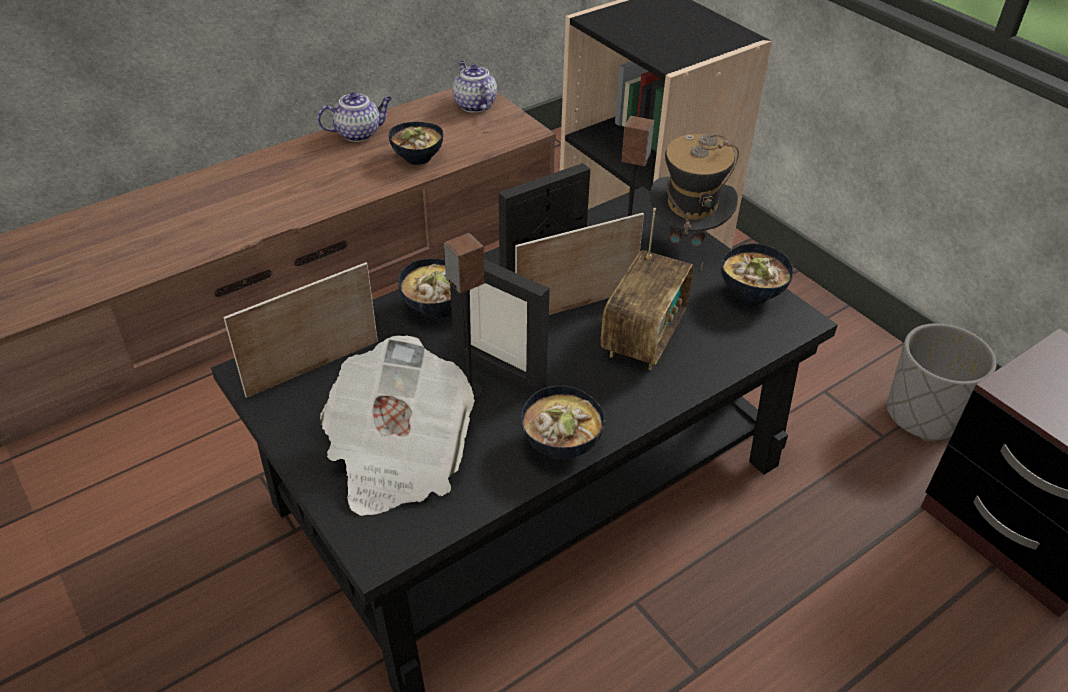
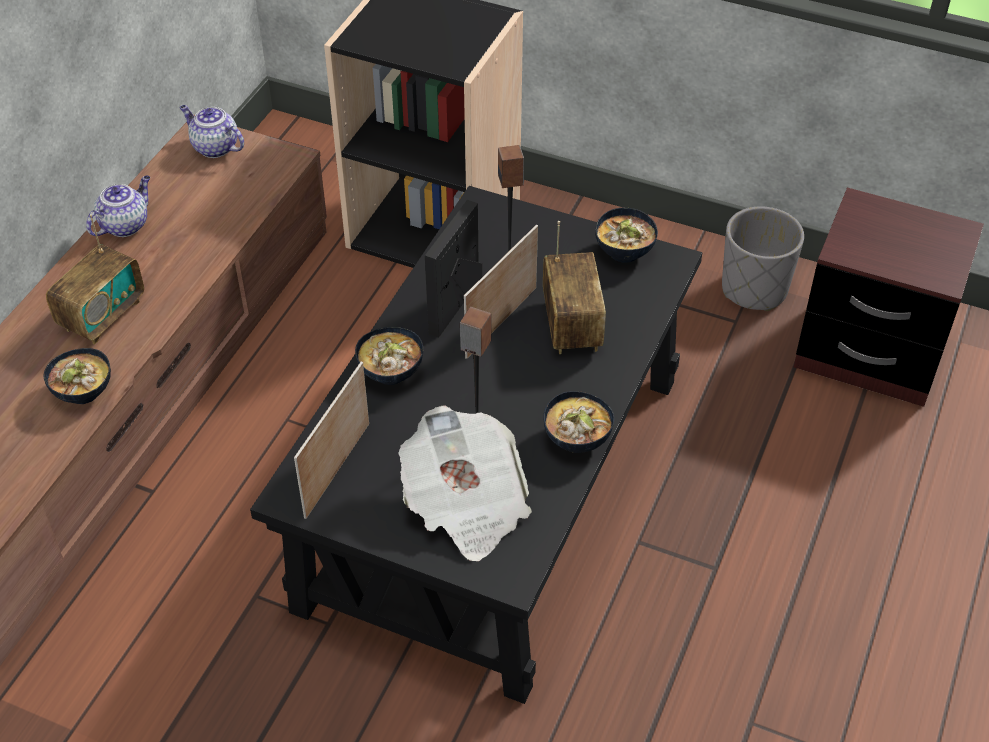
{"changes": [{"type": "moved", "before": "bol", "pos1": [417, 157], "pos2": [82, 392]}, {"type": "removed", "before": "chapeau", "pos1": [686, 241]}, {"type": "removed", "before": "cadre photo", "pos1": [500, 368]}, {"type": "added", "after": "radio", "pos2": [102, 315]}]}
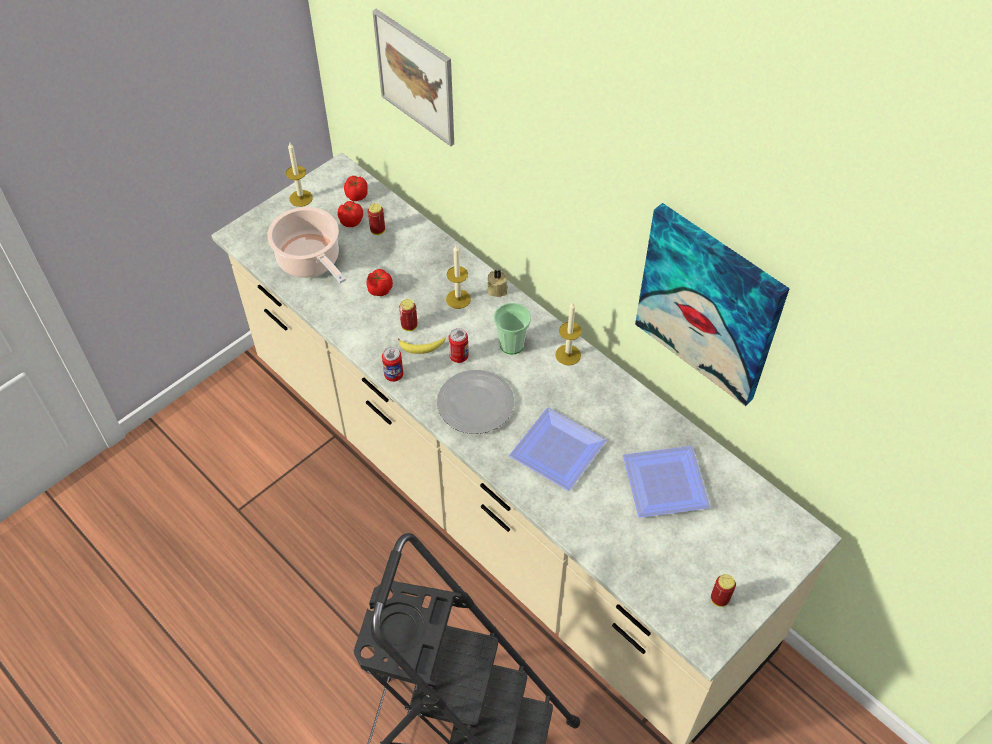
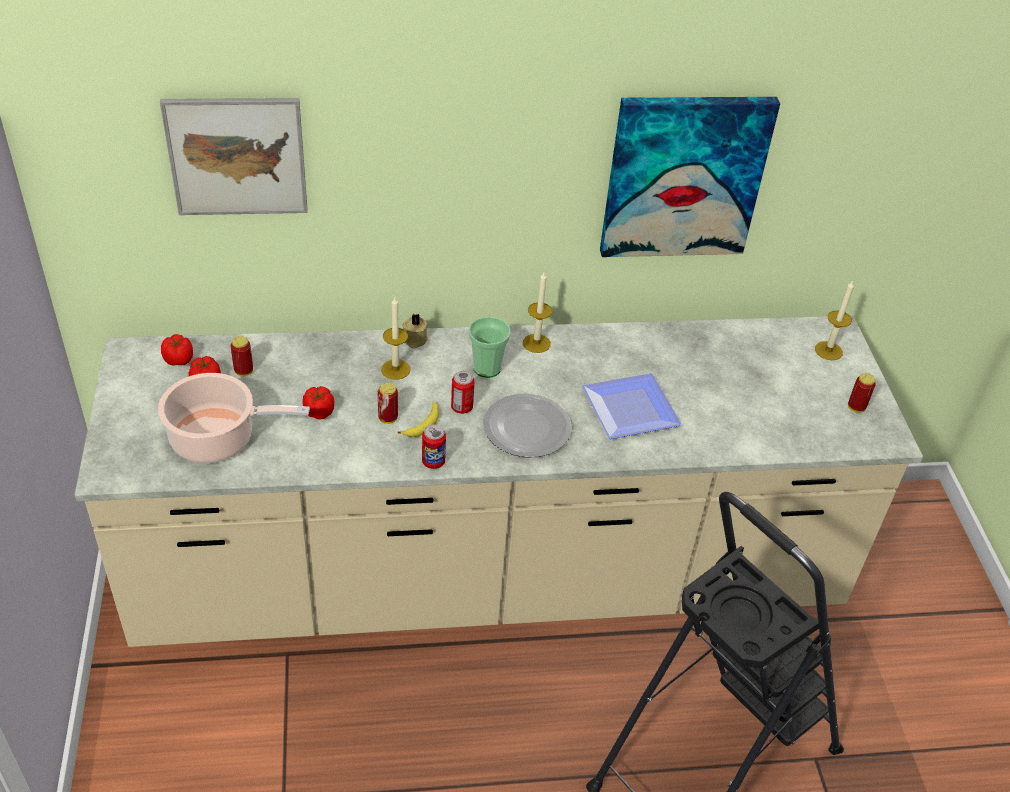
{"changes": [{"type": "moved", "before": "bougie", "pos1": [301, 198], "pos2": [828, 350]}, {"type": "removed", "before": "assiette", "pos1": [663, 486]}]}
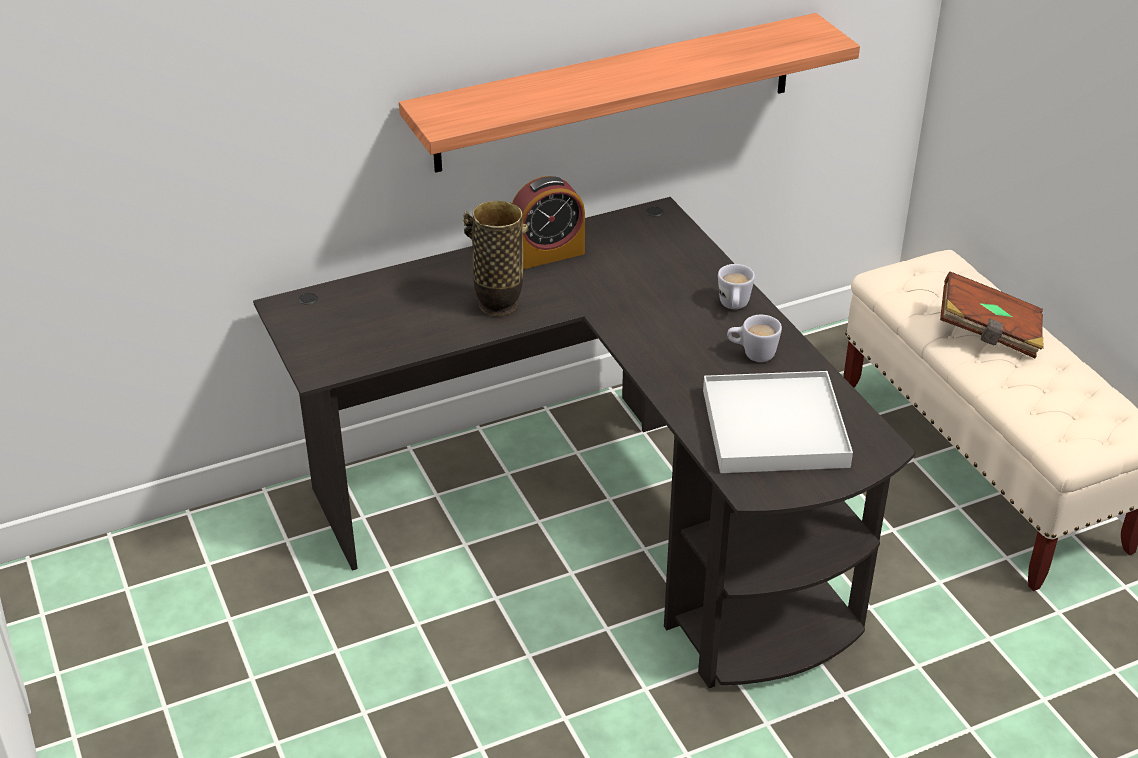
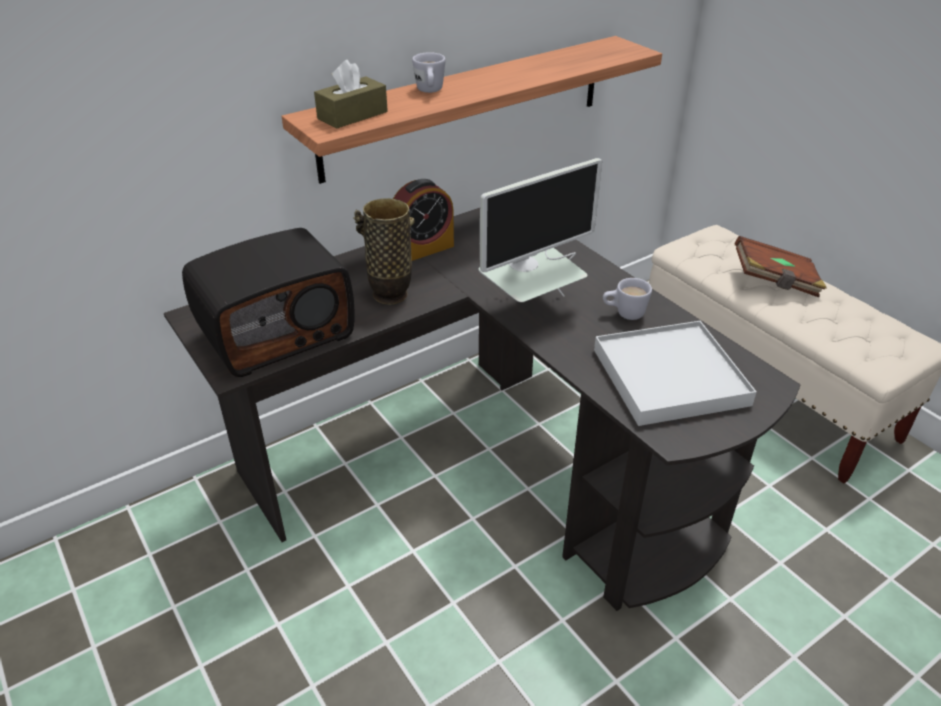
{"changes": [{"type": "moved", "before": "mug (blanc)", "pos1": [734, 307], "pos2": [430, 91]}, {"type": "added", "after": "boîte à mouchoirs (marron)", "pos2": [352, 115]}, {"type": "added", "after": "écran d'ordinateur", "pos2": [530, 309]}, {"type": "added", "after": "radio", "pos2": [277, 332]}]}
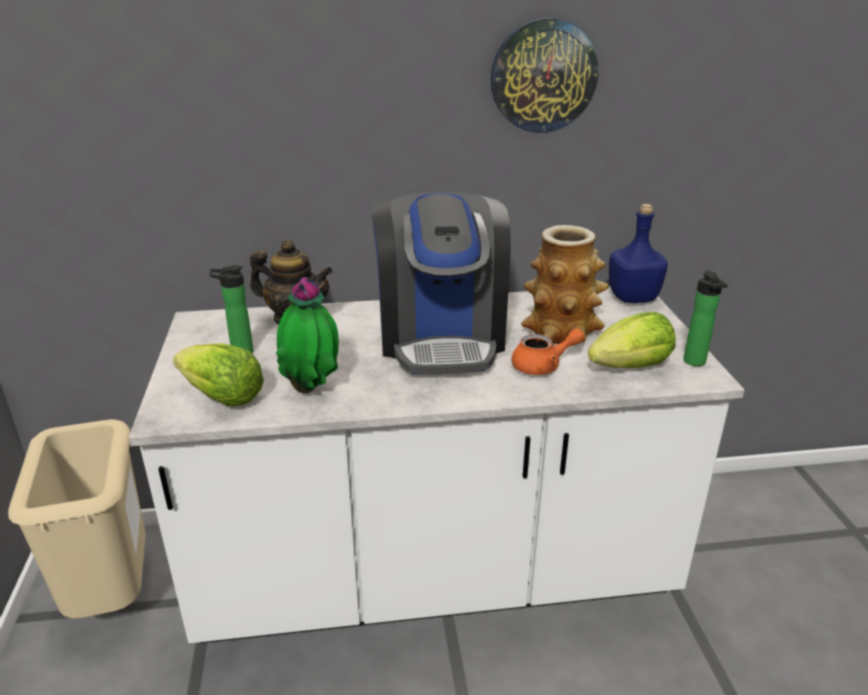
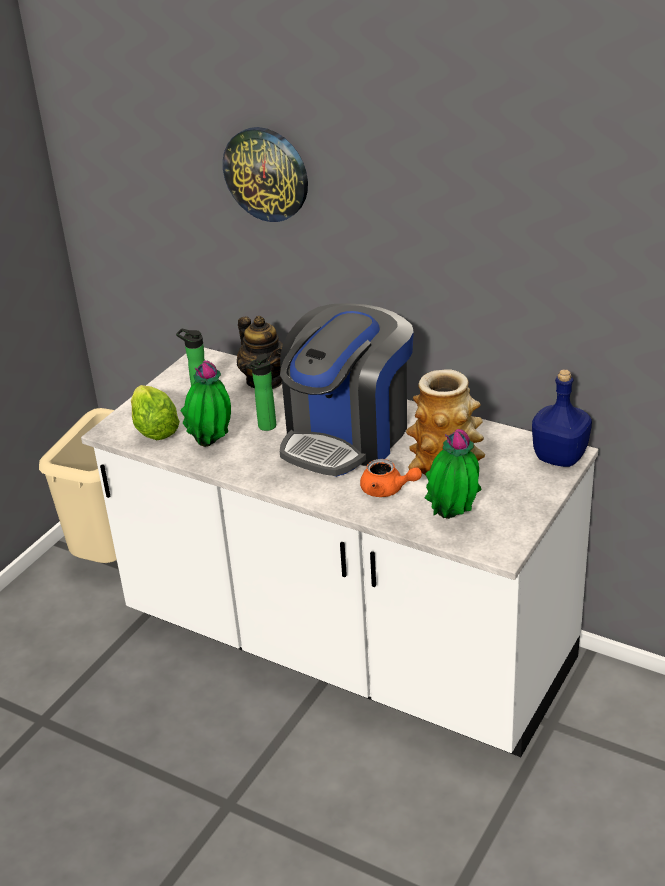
{"changes": [{"type": "moved", "before": "horloge murale", "pos1": [543, 76], "pos2": [266, 174]}, {"type": "moved", "before": "bouteille", "pos1": [696, 363], "pos2": [265, 427]}, {"type": "replaced", "before": "laitue", "after": "plante en pot", "pos1": [631, 367], "pos2": [453, 518]}]}
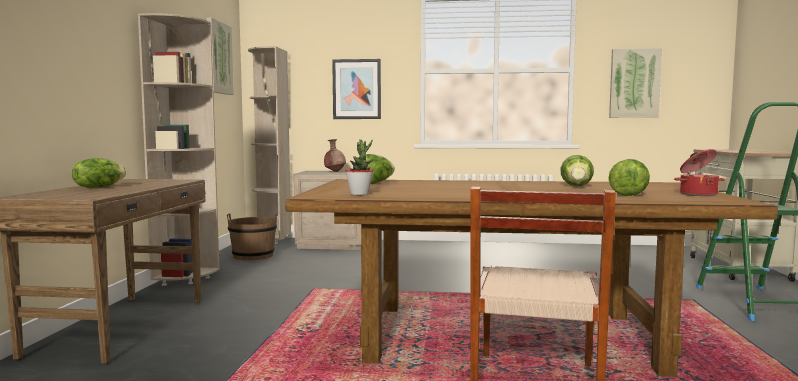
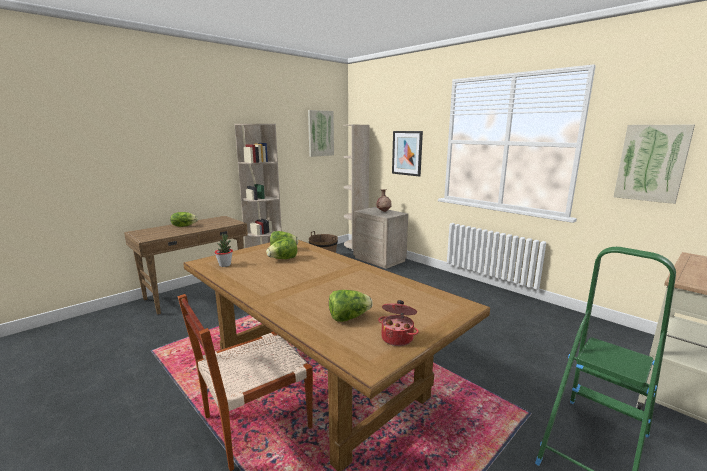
{"changes": [{"type": "moved", "before": "laitue", "pos1": [577, 186], "pos2": [283, 259]}]}
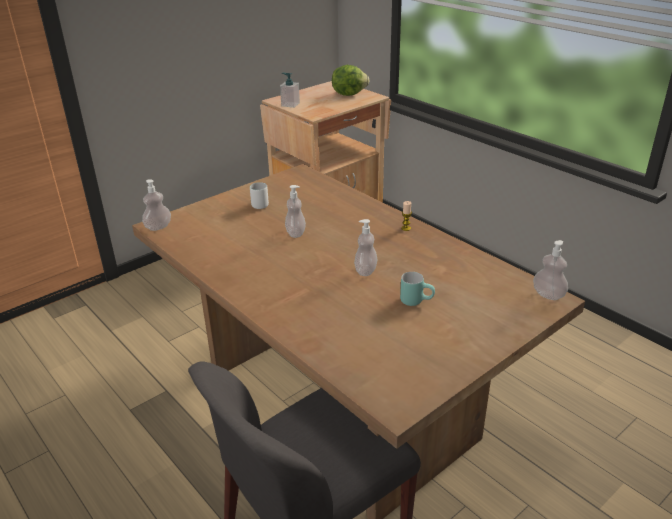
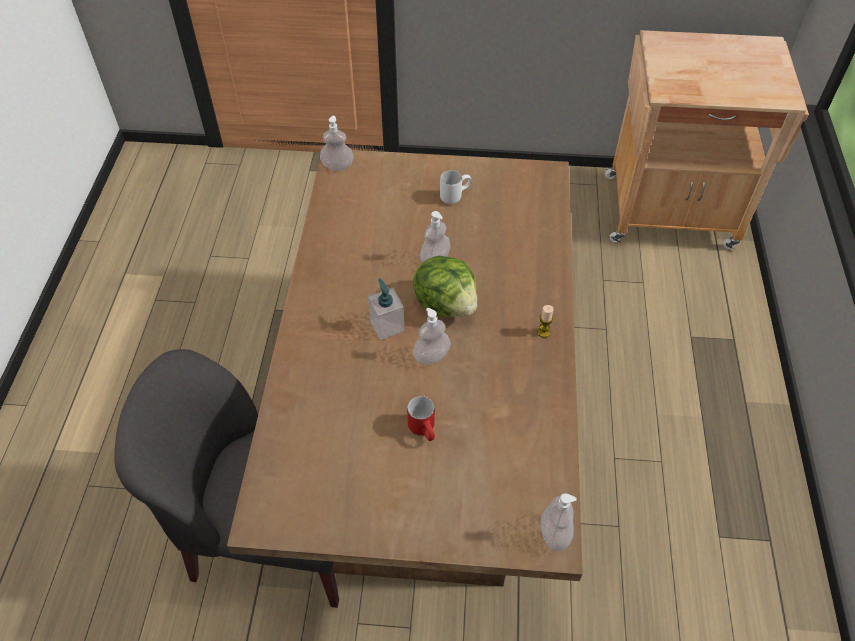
{"changes": [{"type": "moved", "before": "laitue", "pos1": [349, 94], "pos2": [446, 304]}, {"type": "moved", "before": "distributeur de savon", "pos1": [290, 104], "pos2": [387, 326]}, {"type": "recoloured", "before": "mug (turquoise)", "after": "mug (rouge)", "pos1": [416, 301], "pos2": [425, 429]}]}
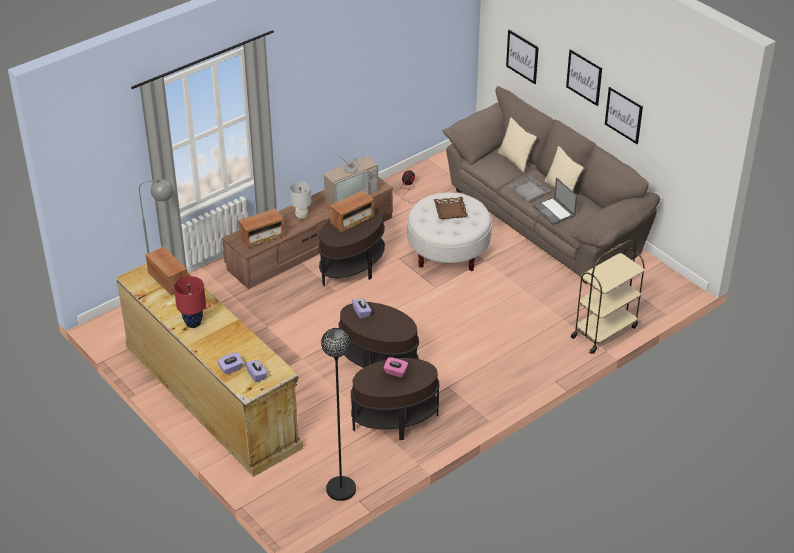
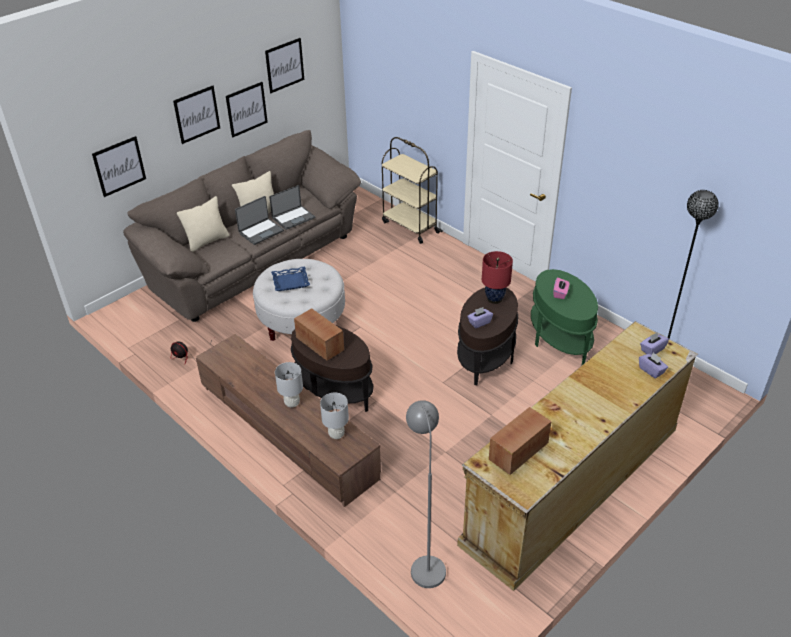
{"changes": [{"type": "removed", "before": "téléviseur", "pos1": [349, 192]}, {"type": "replaced", "before": "plateau (gris)", "after": "ordinateur portable", "pos1": [529, 191], "pos2": [261, 232]}, {"type": "recoloured", "before": "plateau (marron)", "after": "plateau (bleu)", "pos1": [451, 210], "pos2": [290, 281]}, {"type": "replaced", "before": "radio", "after": "lampe de table (gris)", "pos1": [262, 237], "pos2": [336, 435]}, {"type": "moved", "before": "lampe de table (rouge)", "pos1": [193, 323], "pos2": [494, 299]}, {"type": "recoloured", "before": "table d'appoint (marron)", "after": "table d'appoint (vert)", "pos1": [395, 421], "pos2": [559, 339]}, {"type": "added", "after": "tableau", "pos2": [284, 65]}]}
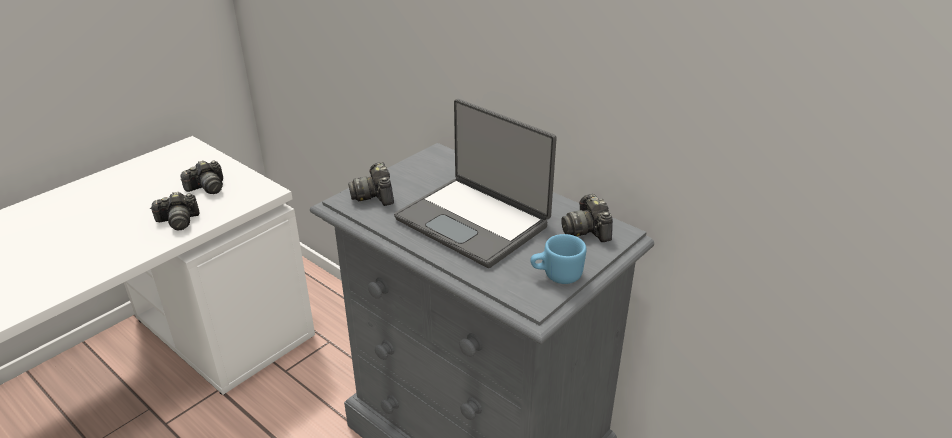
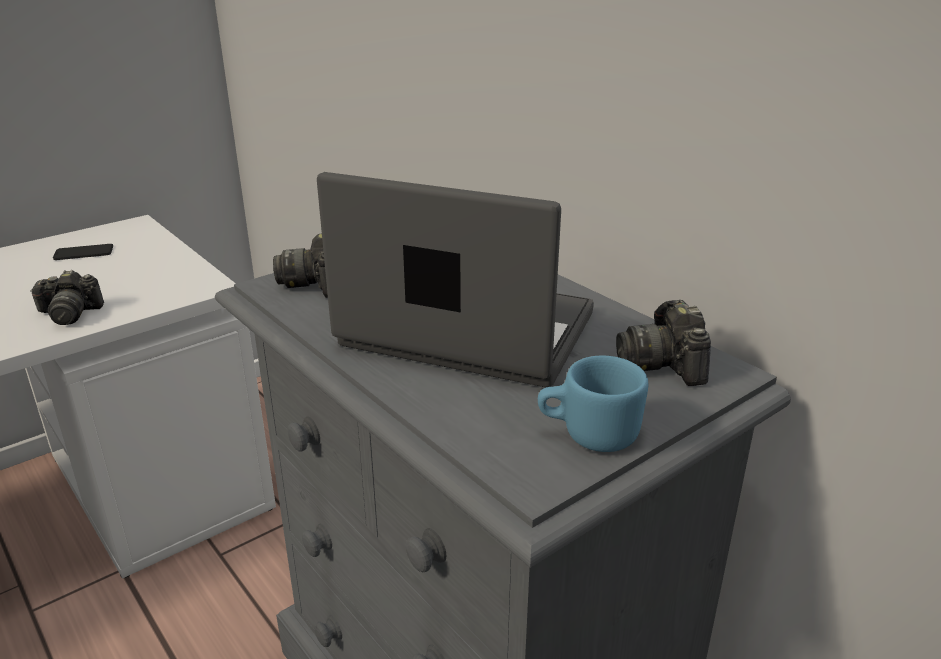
{"changes": [{"type": "turned", "before": "ordinateur portable", "pos1": [474, 221], "pos2": [465, 333], "turn": 150}, {"type": "removed", "before": "appareil photo", "pos1": [207, 188]}, {"type": "added", "after": "téléphone", "pos2": [83, 253]}]}
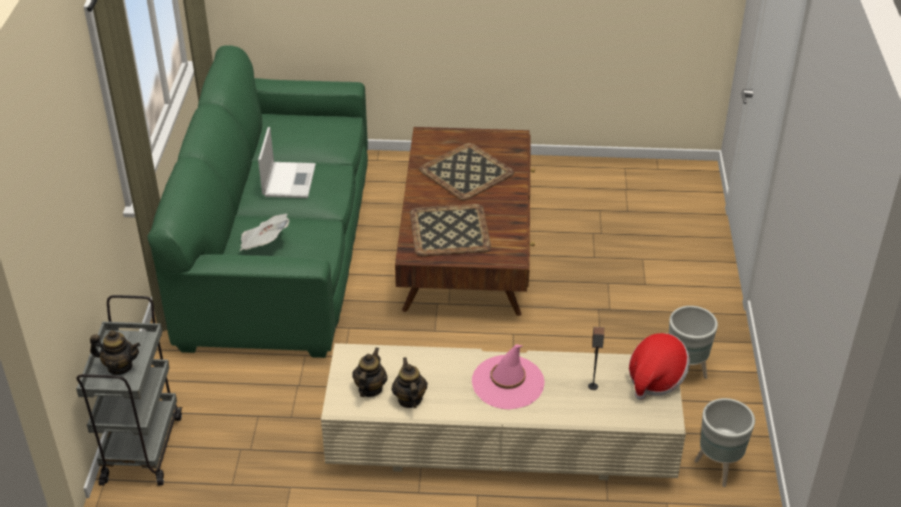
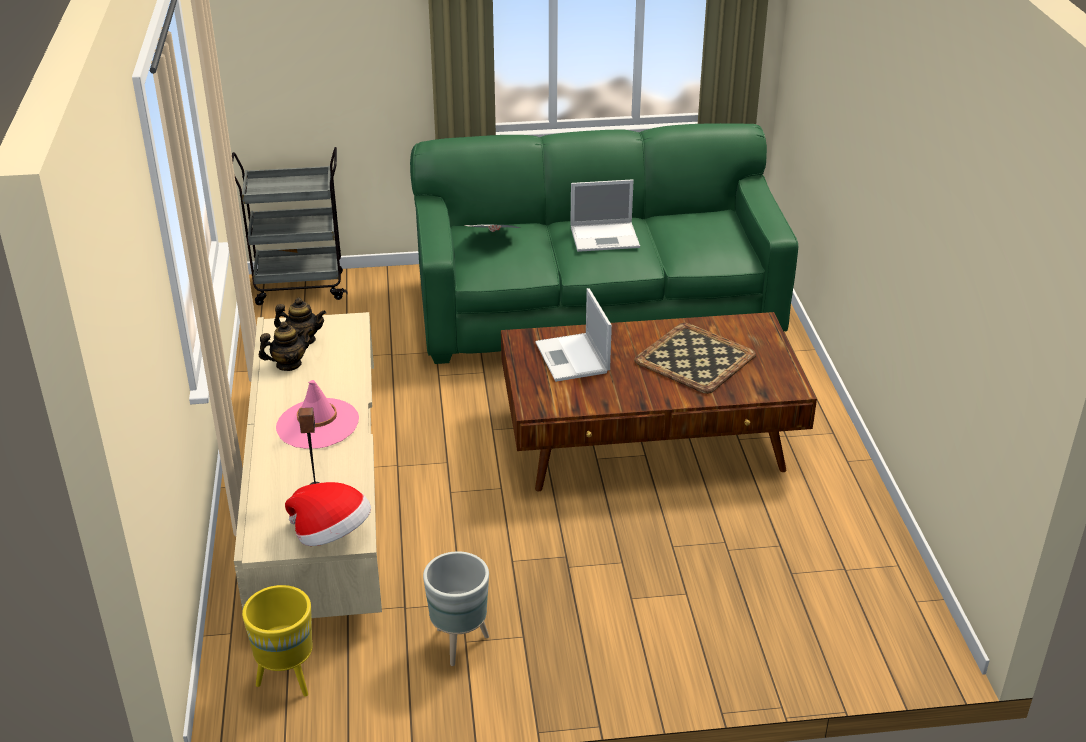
{"changes": [{"type": "replaced", "before": "plateau", "after": "ordinateur portable", "pos1": [450, 230], "pos2": [573, 358]}, {"type": "removed", "before": "théière", "pos1": [120, 366]}, {"type": "recoloured", "before": "cache-pot (gris)", "after": "cache-pot (jaune)", "pos1": [717, 469], "pos2": [287, 678]}]}
